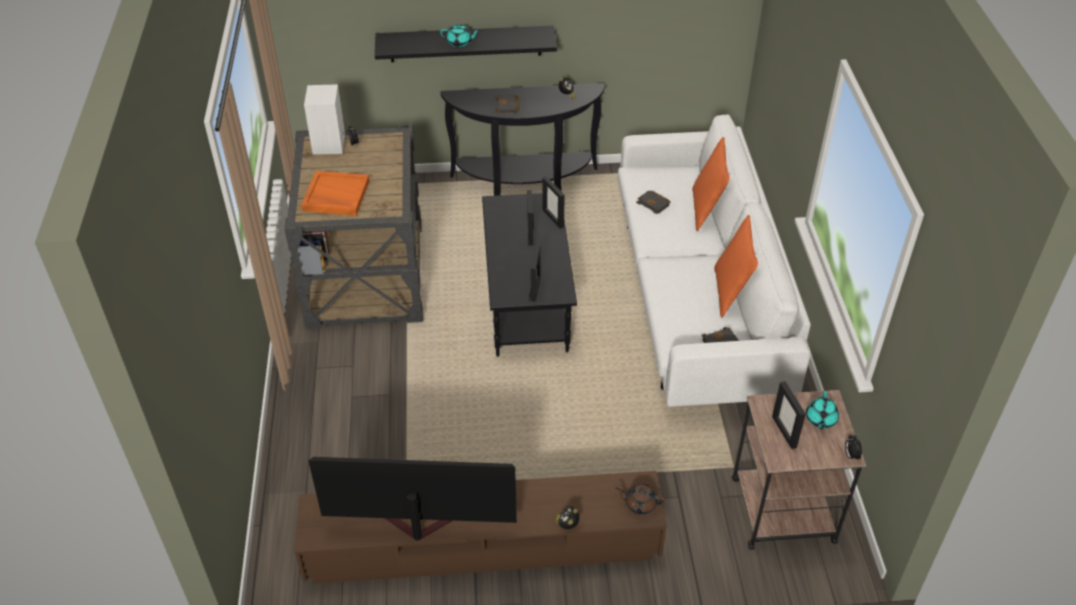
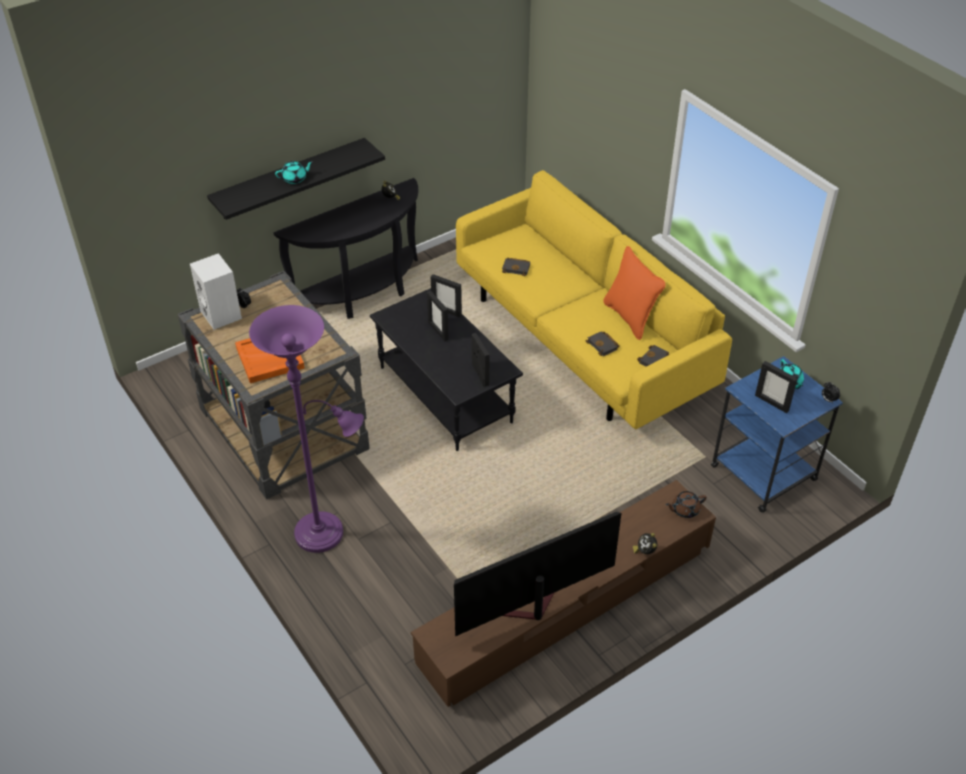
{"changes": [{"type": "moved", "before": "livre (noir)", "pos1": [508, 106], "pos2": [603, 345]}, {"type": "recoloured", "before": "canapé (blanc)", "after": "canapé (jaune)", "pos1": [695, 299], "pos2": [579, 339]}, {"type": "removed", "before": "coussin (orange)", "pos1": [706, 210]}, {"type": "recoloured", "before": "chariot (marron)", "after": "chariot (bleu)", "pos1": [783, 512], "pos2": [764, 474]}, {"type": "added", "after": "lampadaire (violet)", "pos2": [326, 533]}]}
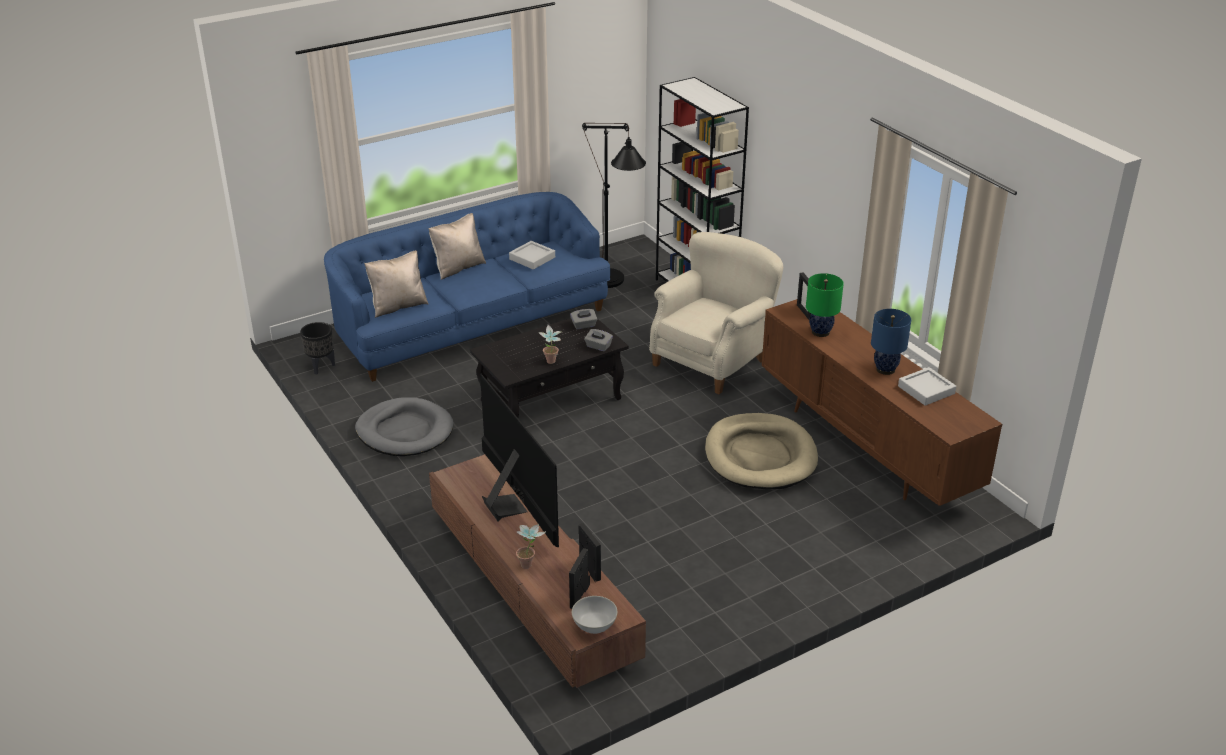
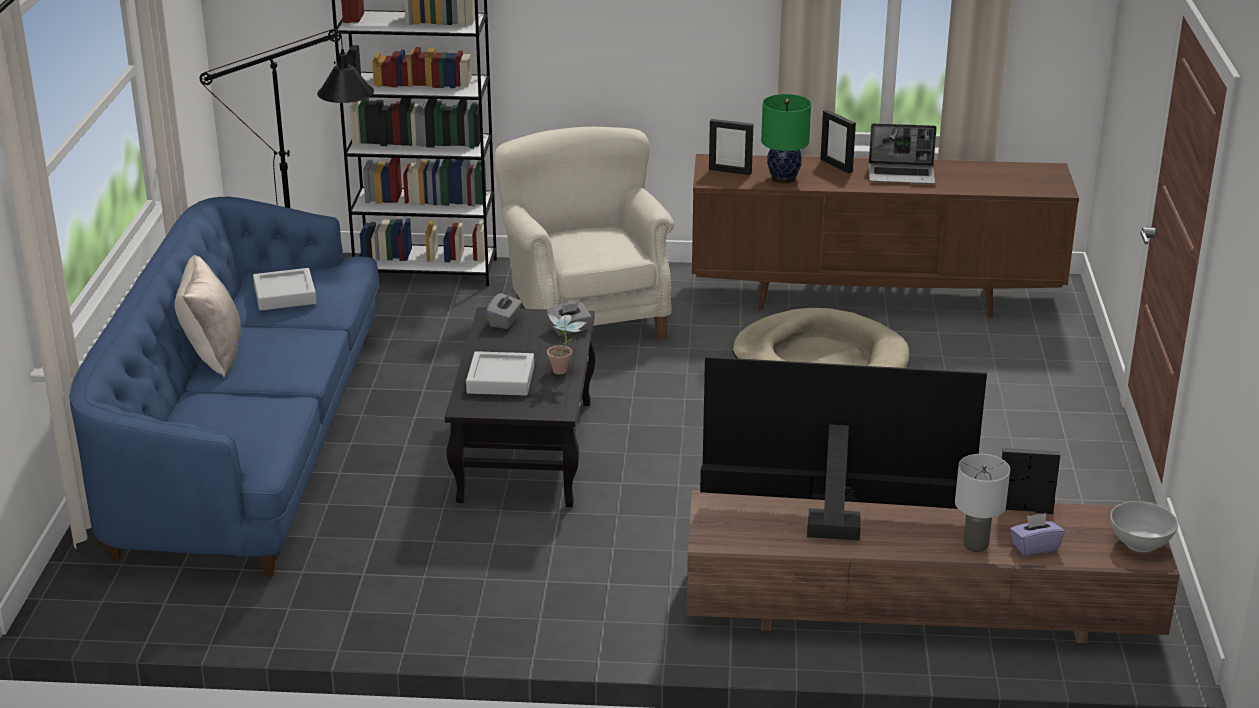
{"changes": [{"type": "removed", "before": "coussin (beige)", "pos1": [398, 306]}, {"type": "replaced", "before": "lampe de table (bleu)", "after": "ordinateur portable", "pos1": [885, 369], "pos2": [902, 175]}, {"type": "removed", "before": "cache-pot (noir)", "pos1": [321, 367]}, {"type": "moved", "before": "plateau (gris)", "pos1": [926, 390], "pos2": [500, 379]}, {"type": "removed", "before": "panier pour chien (gris)", "pos1": [405, 431]}, {"type": "replaced", "before": "plante en pot", "after": "lampe de table (blanc)", "pos1": [530, 564], "pos2": [974, 547]}, {"type": "moved", "before": "cadre photo", "pos1": [580, 596], "pos2": [837, 165]}, {"type": "added", "after": "boîte à mouchoirs (violet)", "pos2": [1034, 547]}]}
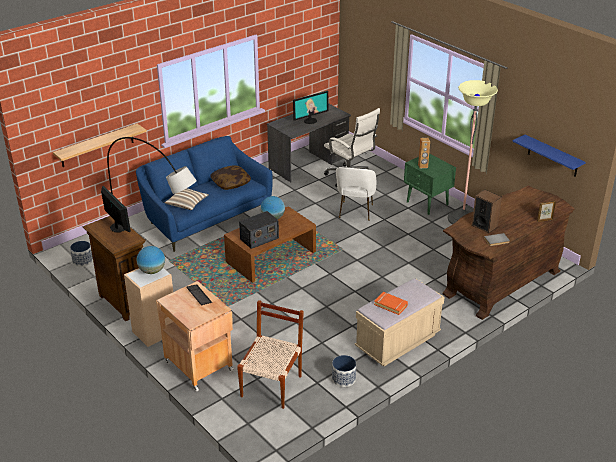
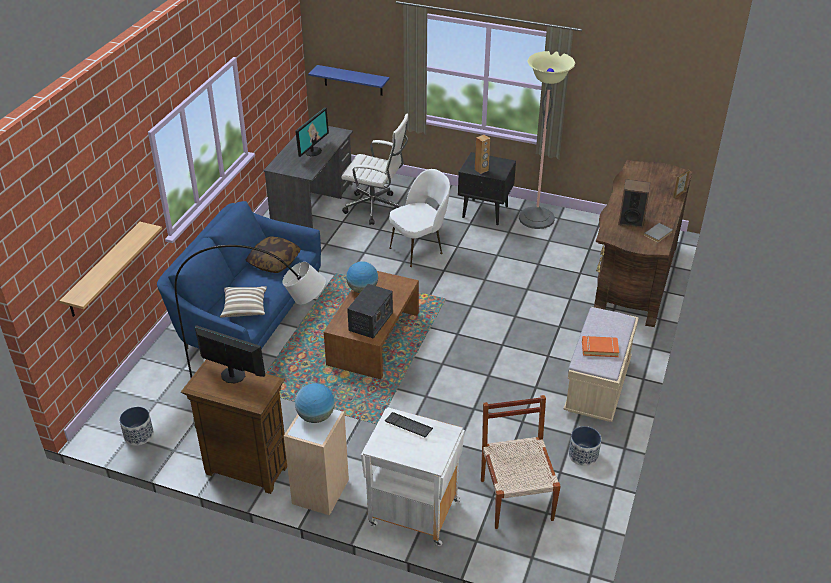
{"changes": [{"type": "moved", "before": "étagère (bleu)", "pos1": [553, 156], "pos2": [353, 80]}, {"type": "recoloured", "before": "table de chevet (vert)", "after": "table de chevet (noir)", "pos1": [427, 203], "pos2": [485, 212]}, {"type": "turned", "before": "chaise (blanc)", "pos1": [355, 213], "pos2": [419, 249], "turn": -105}, {"type": "recoloured", "before": "chariot (marron)", "after": "chariot (blanc)", "pos1": [198, 366], "pos2": [413, 512]}]}
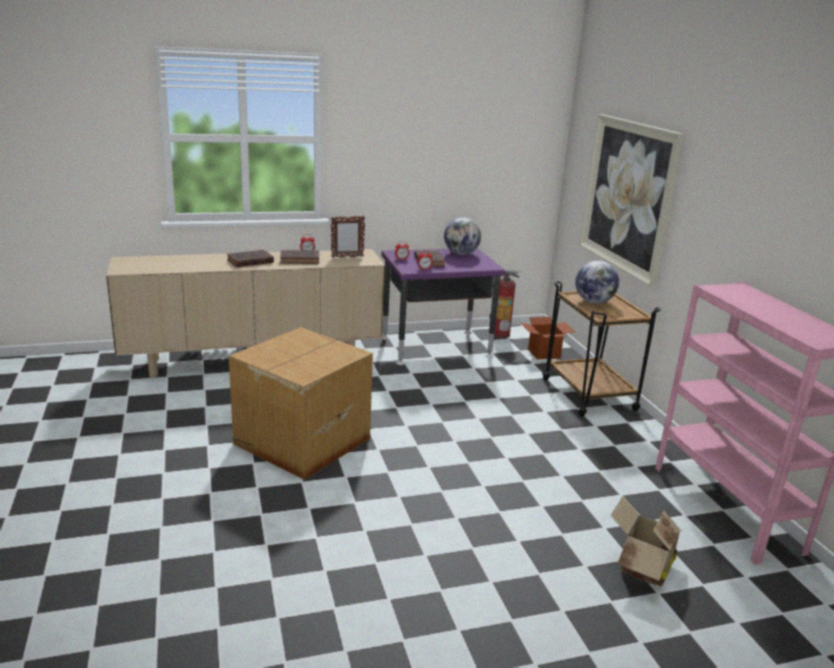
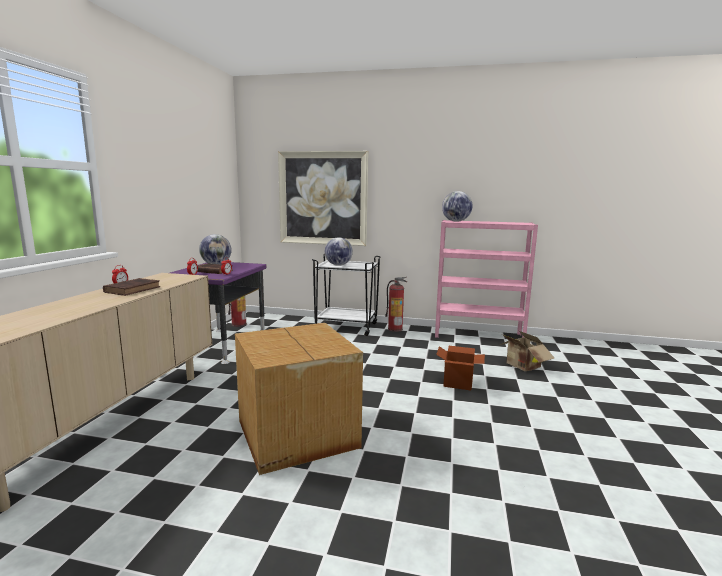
{"changes": [{"type": "removed", "before": "cadre photo", "pos1": [347, 257]}, {"type": "removed", "before": "livre (marron)", "pos1": [249, 261]}, {"type": "recoloured", "before": "chariot (marron)", "after": "chariot (blanc)", "pos1": [589, 395], "pos2": [346, 327]}, {"type": "moved", "before": "carton", "pos1": [543, 353], "pos2": [458, 383]}, {"type": "added", "after": "globe", "pos2": [456, 221]}, {"type": "added", "after": "extincteur", "pos2": [395, 329]}]}
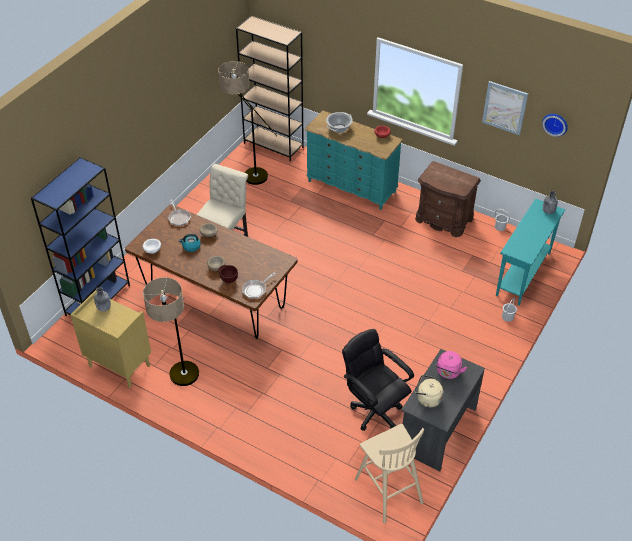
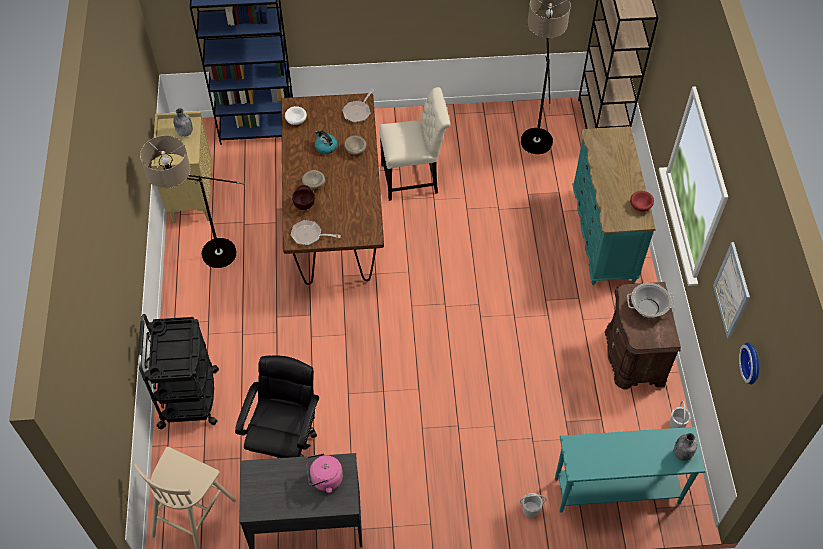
{"changes": [{"type": "moved", "before": "marmite", "pos1": [339, 128], "pos2": [648, 307]}, {"type": "removed", "before": "bouilloire (beige)", "pos1": [427, 399]}, {"type": "added", "after": "chariot (noir)", "pos2": [189, 398]}]}
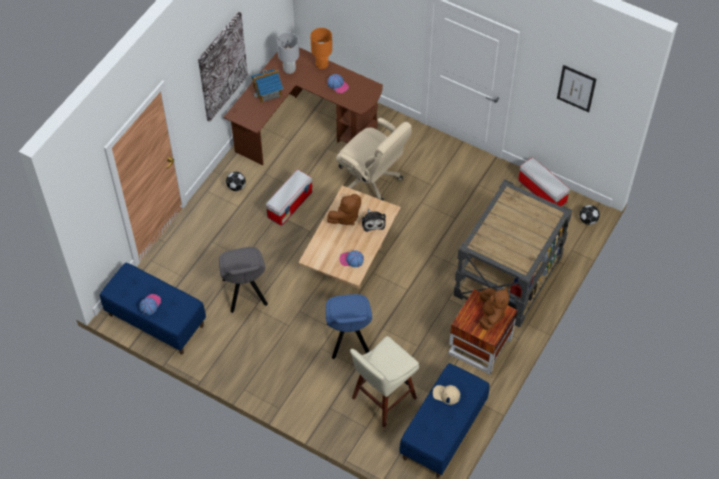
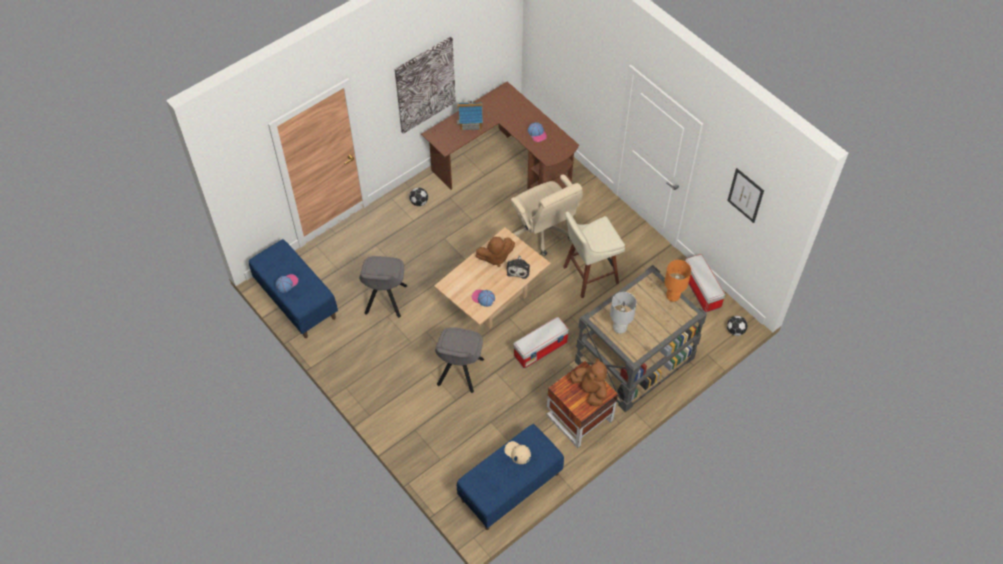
{"changes": [{"type": "moved", "before": "lampe de table (orange)", "pos1": [322, 65], "pos2": [672, 297]}, {"type": "moved", "before": "lampe de table (gris)", "pos1": [289, 70], "pos2": [620, 329]}, {"type": "moved", "before": "boîte de rangement", "pos1": [290, 204], "pos2": [541, 348]}, {"type": "turned", "before": "peluche (marron)", "pos1": [491, 314], "pos2": [590, 390], "turn": -60}, {"type": "recoloured", "before": "chaise (bleu)", "after": "chaise (gris)", "pos1": [349, 339], "pos2": [460, 372]}, {"type": "moved", "before": "tabouret (beige)", "pos1": [382, 399], "pos2": [589, 275]}]}
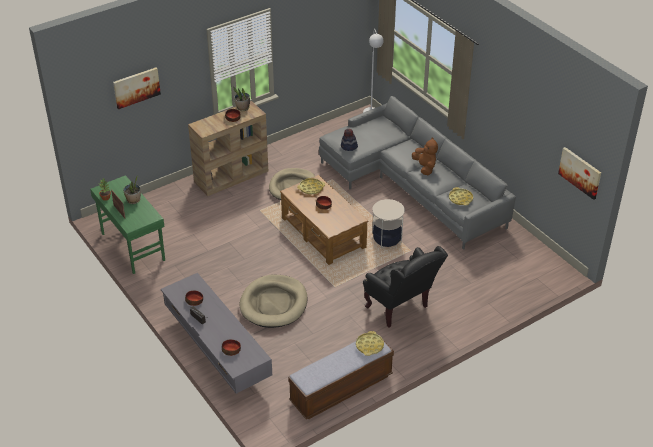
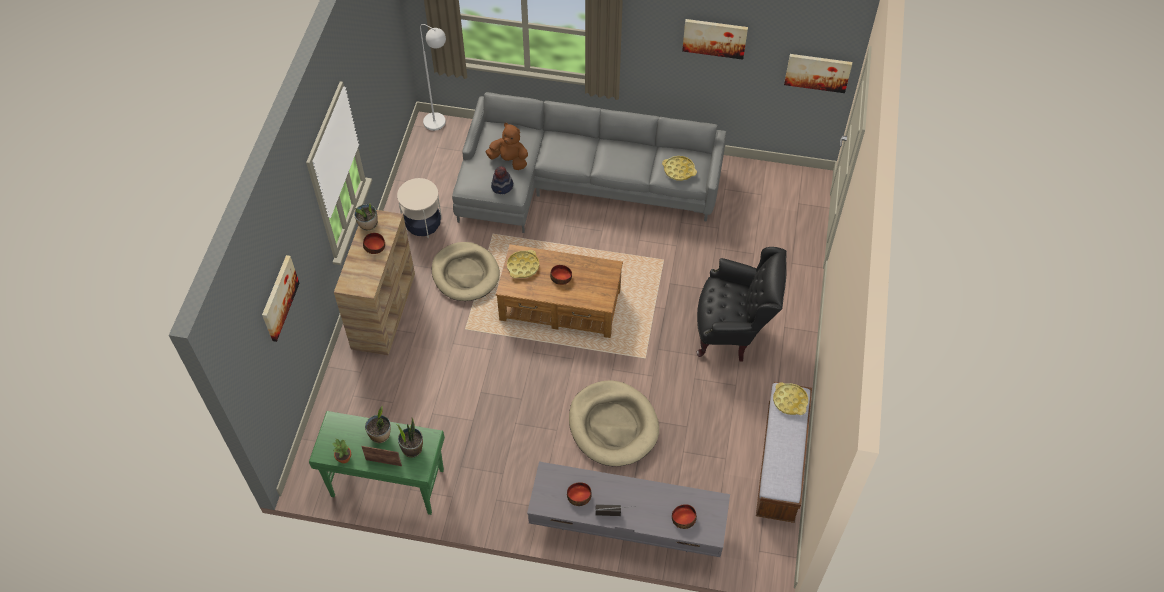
{"changes": [{"type": "moved", "before": "peluche (marron)", "pos1": [425, 167], "pos2": [509, 160]}, {"type": "moved", "before": "table d'appoint (beige)", "pos1": [387, 240], "pos2": [423, 225]}, {"type": "added", "after": "tableau", "pos2": [714, 38]}, {"type": "added", "after": "plante en pot", "pos2": [412, 448]}]}
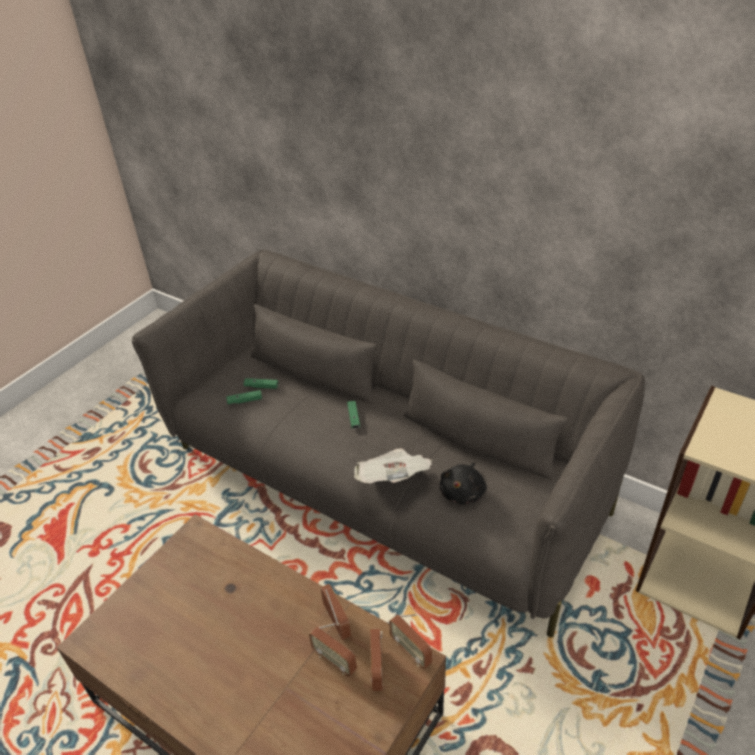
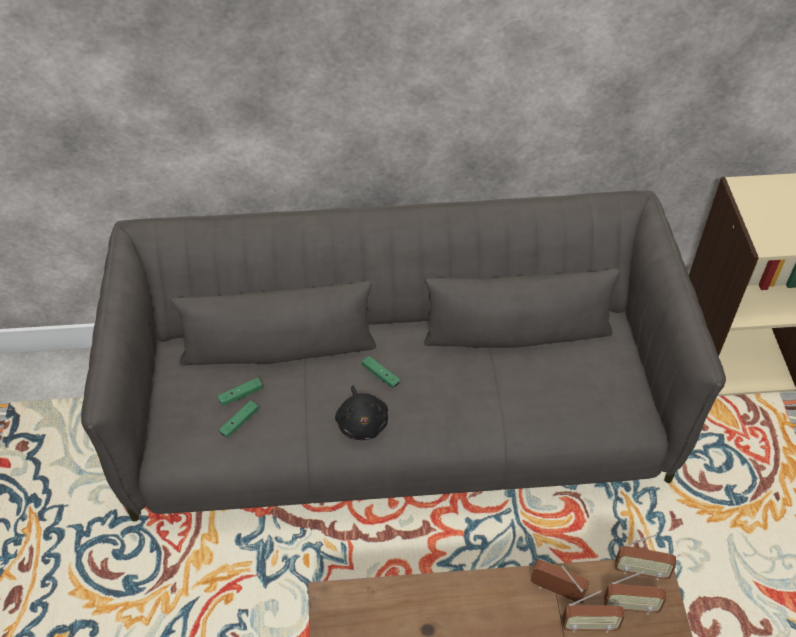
{"changes": [{"type": "removed", "before": "journal", "pos1": [393, 480]}, {"type": "moved", "before": "peluche (noir)", "pos1": [463, 492], "pos2": [362, 423]}, {"type": "turned", "before": "radio", "pos1": [378, 669], "pos2": [630, 606], "turn": -45}]}
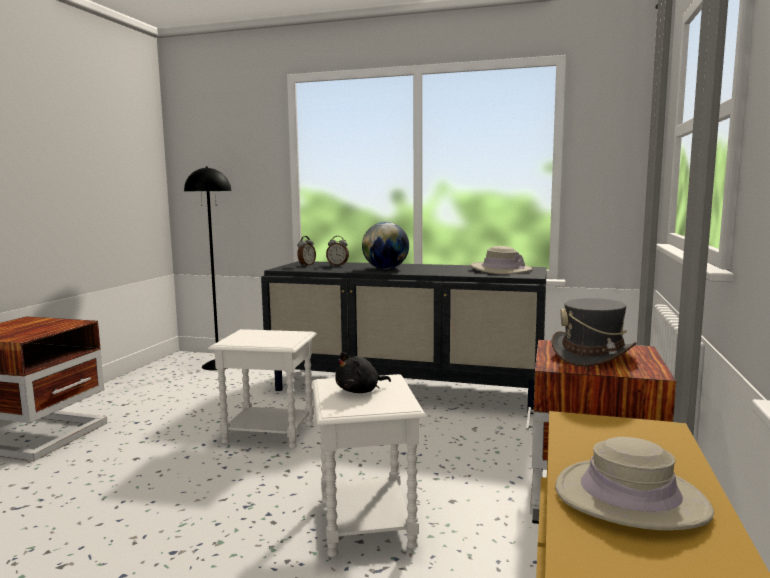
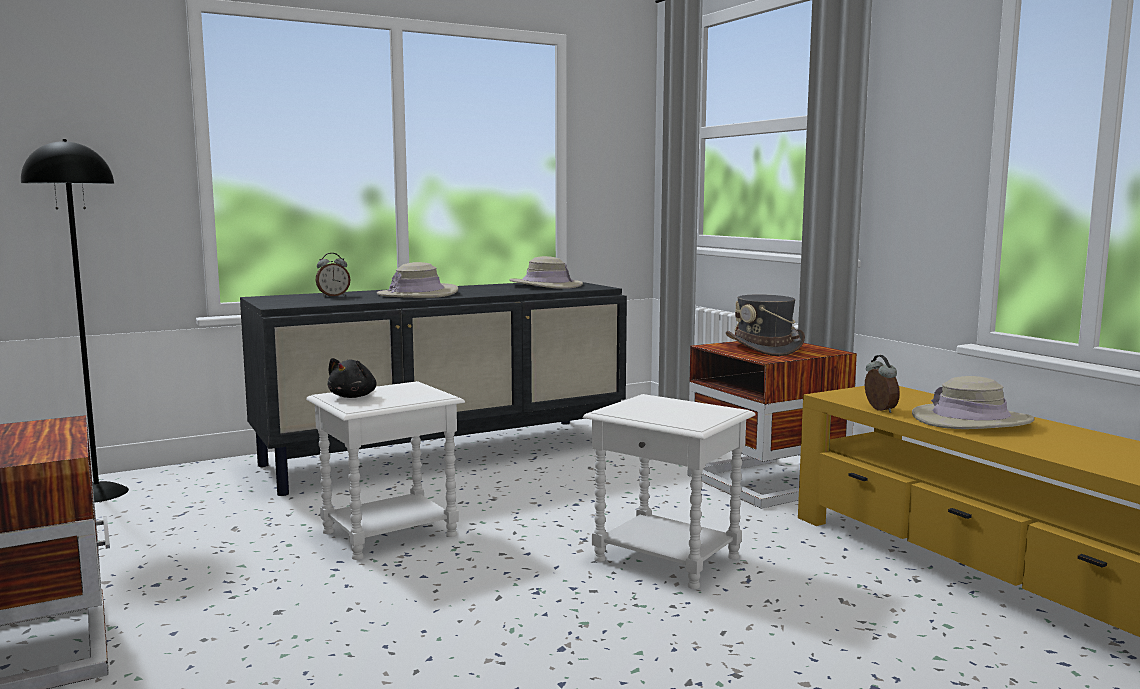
{"changes": [{"type": "replaced", "before": "globe", "after": "chapeau (beige)", "pos1": [385, 268], "pos2": [418, 294]}, {"type": "moved", "before": "réveil", "pos1": [306, 265], "pos2": [879, 410]}, {"type": "moved", "before": "peluche (noir)", "pos1": [360, 391], "pos2": [354, 396]}]}
